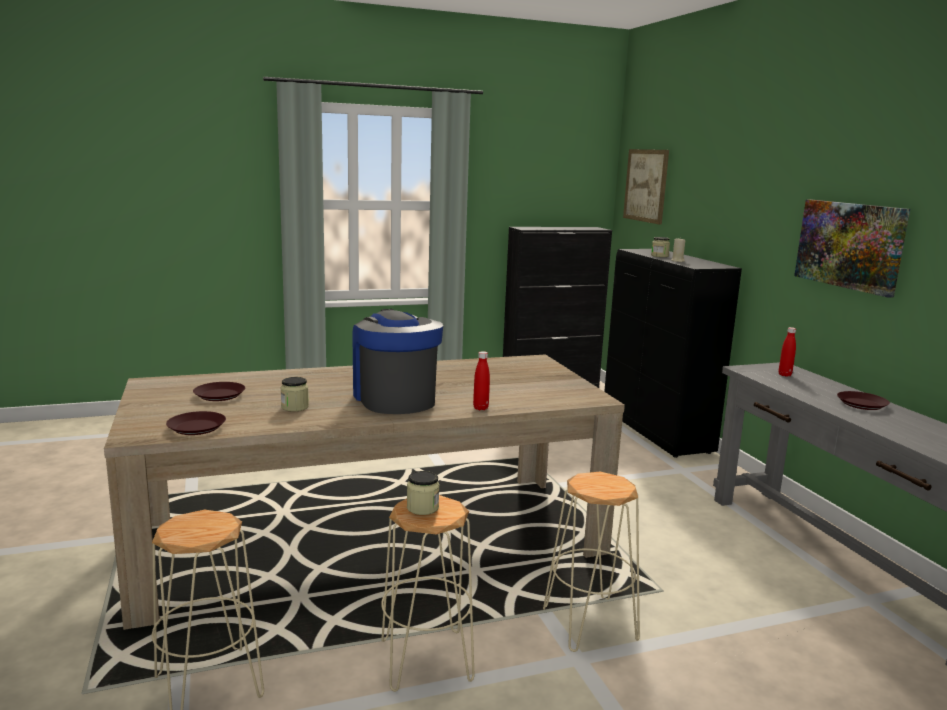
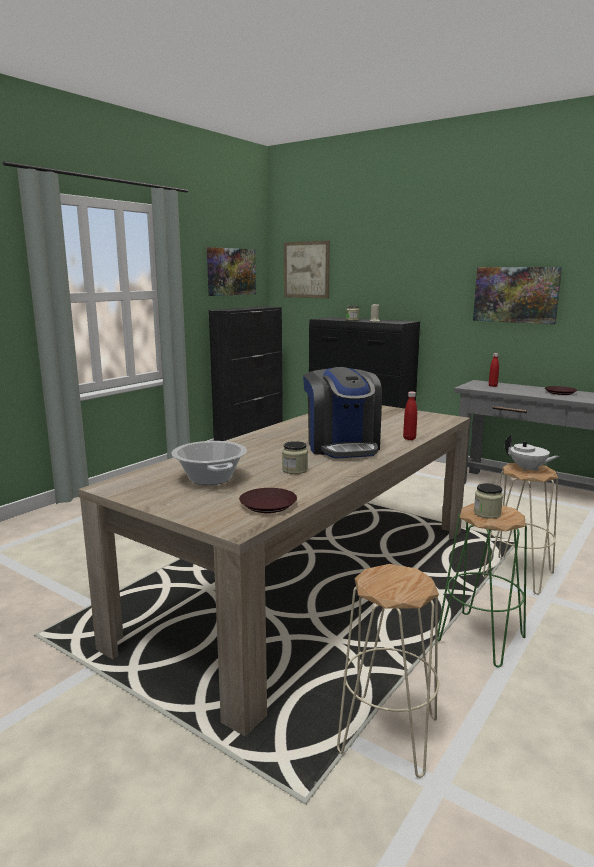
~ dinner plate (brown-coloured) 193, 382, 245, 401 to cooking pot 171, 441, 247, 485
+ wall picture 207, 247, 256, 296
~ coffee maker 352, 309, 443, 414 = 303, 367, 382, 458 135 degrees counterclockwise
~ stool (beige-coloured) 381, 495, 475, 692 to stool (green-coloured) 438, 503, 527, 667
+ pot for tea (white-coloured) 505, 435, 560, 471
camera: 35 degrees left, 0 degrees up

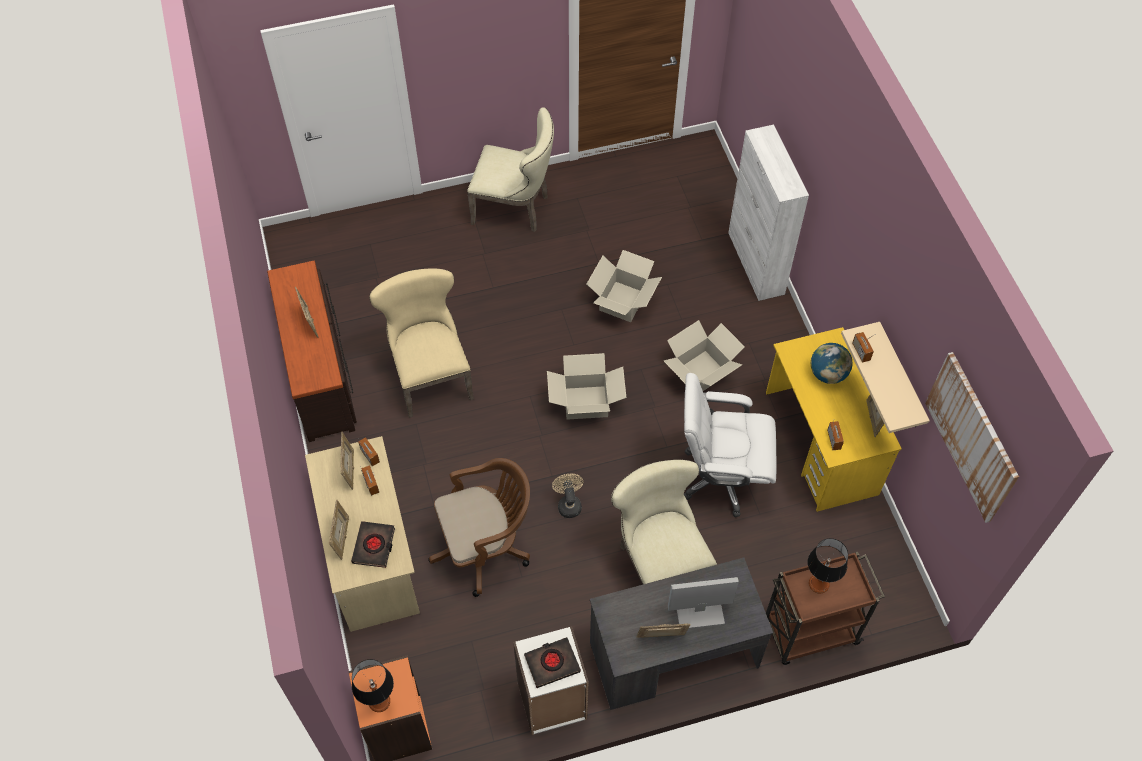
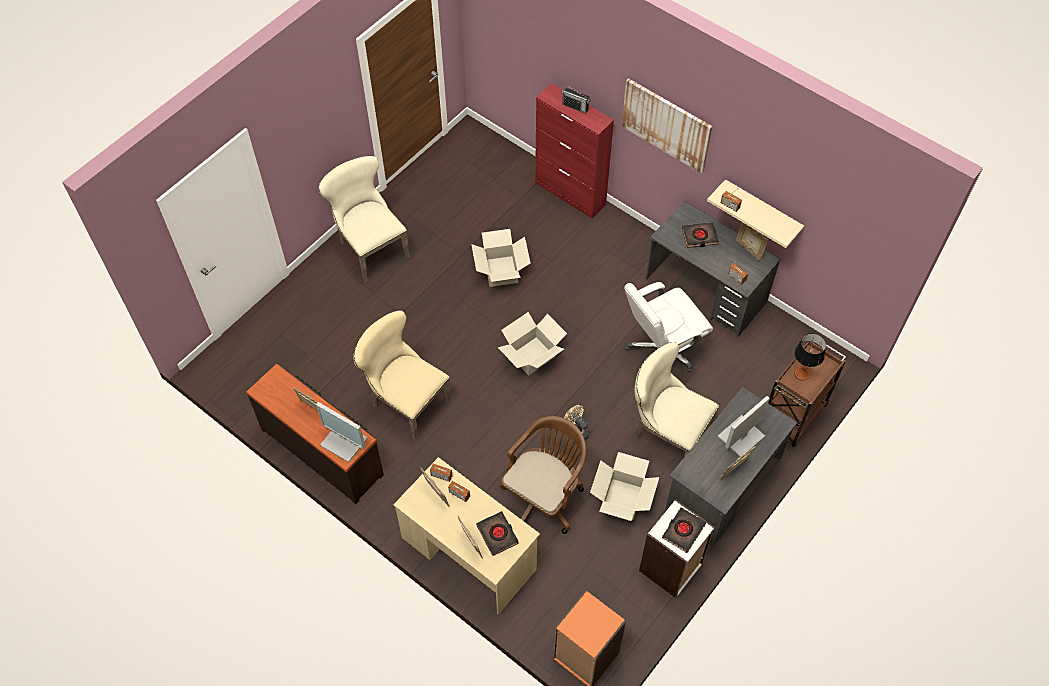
+ computer screen 316, 402, 368, 462
~ chair (beige-coloured) 467, 107, 554, 232 = 318, 156, 410, 282 105 degrees counterclockwise
~ cabinet (white-coloured) 728, 125, 809, 301 to cabinet (red) 535, 83, 614, 219
+ radio 561, 86, 591, 113
~ carton 664, 320, 745, 391 to 590, 452, 659, 521
~ wall picture 925, 352, 1019, 523 to 622, 78, 712, 174
~ desk table (yellowish) 766, 327, 902, 512 to desk table (greyish) 646, 201, 781, 337
~ desk globe 811, 343, 852, 384 to book (black) 682, 222, 719, 248
- tabletop lamp 352, 659, 394, 712
camera: 35 degrees left, 0 degrees up

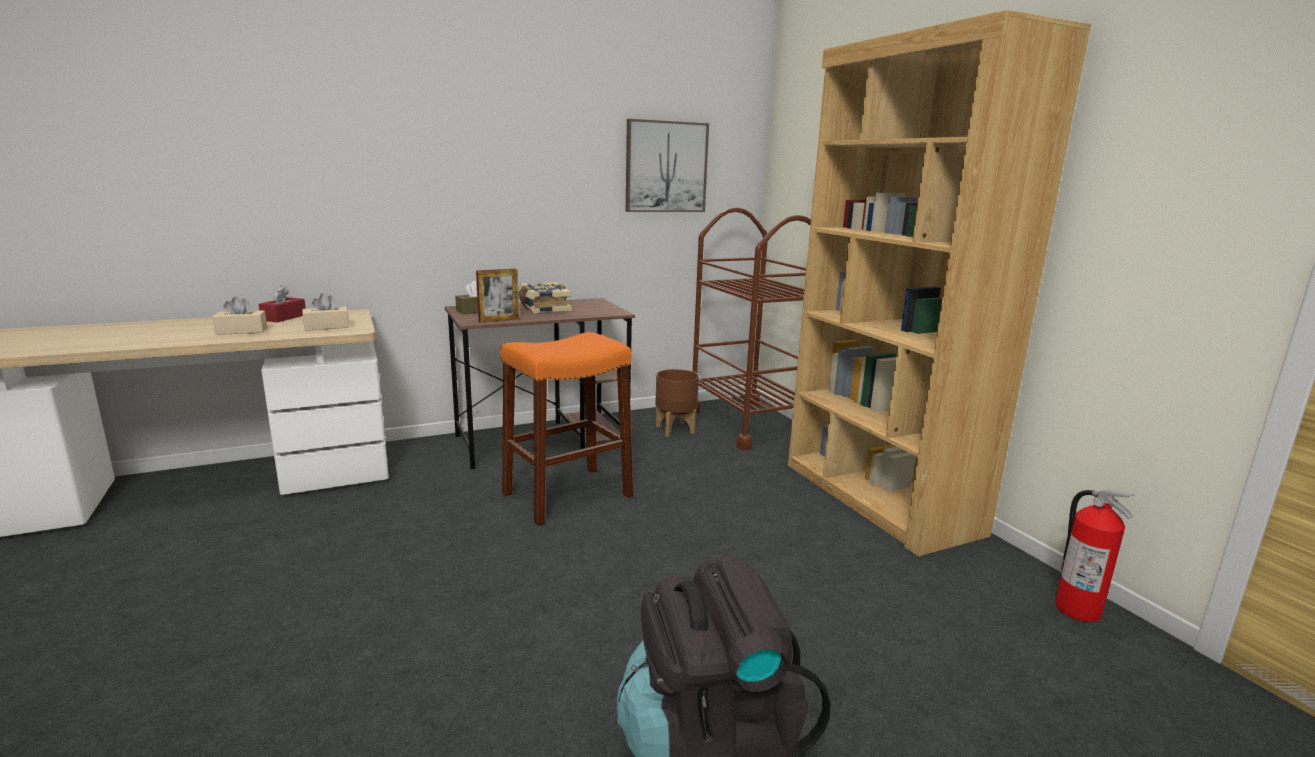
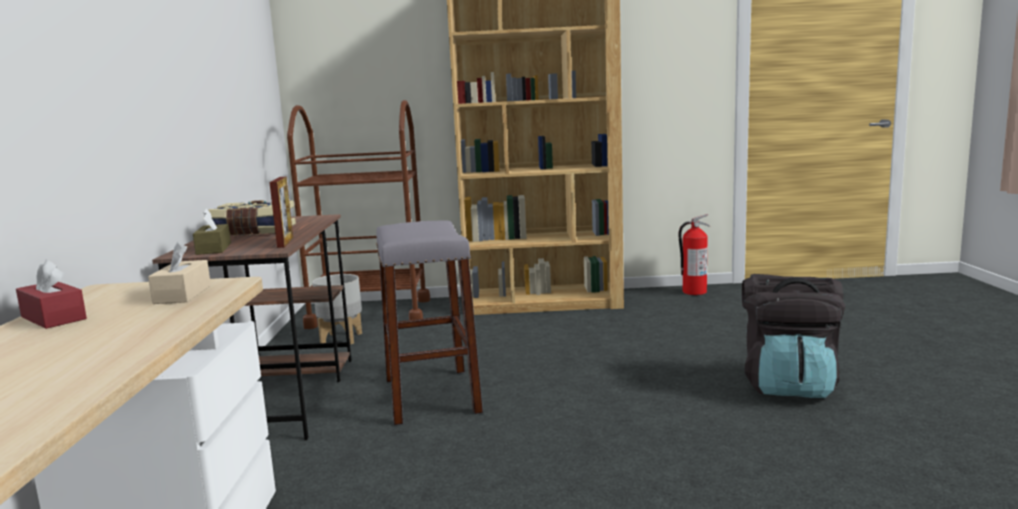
~ planter (brown-coloured) 655, 369, 699, 437 to planter (greyish) 312, 274, 362, 344
~ stool (orange) 501, 332, 633, 526 to stool (greyish) 376, 220, 483, 425
- box of tissues (beige-coloured) 212, 296, 267, 335
- wall picture 626, 119, 709, 212
camera: 65 degrees left, 5 degrees down

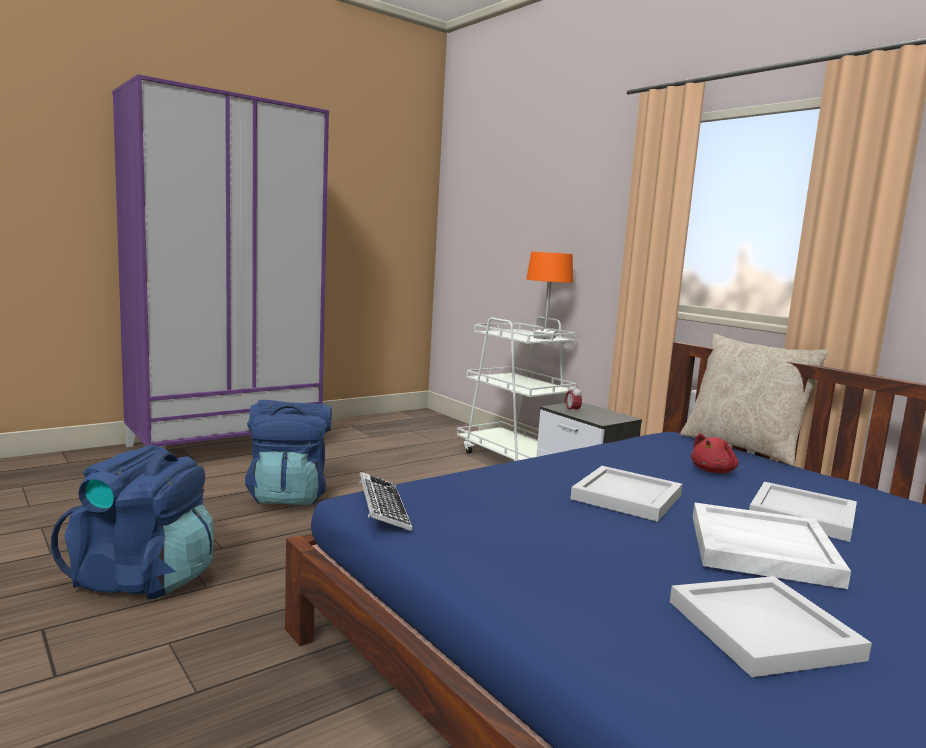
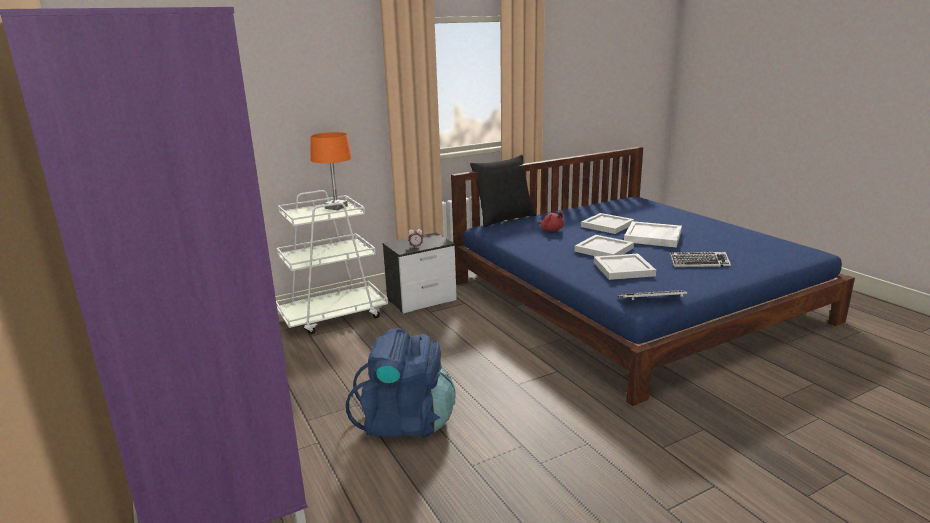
~ throw pillow (beige-coloured) 680, 334, 828, 466 to throw pillow (black) 470, 155, 536, 227
~ serving tray (white-coloured) 670, 576, 872, 677 to 594, 254, 656, 280
+ computer keyboard 670, 252, 731, 267
- backpack (blue-coloured) 51, 445, 214, 599
camera: 80 degrees left, 10 degrees up

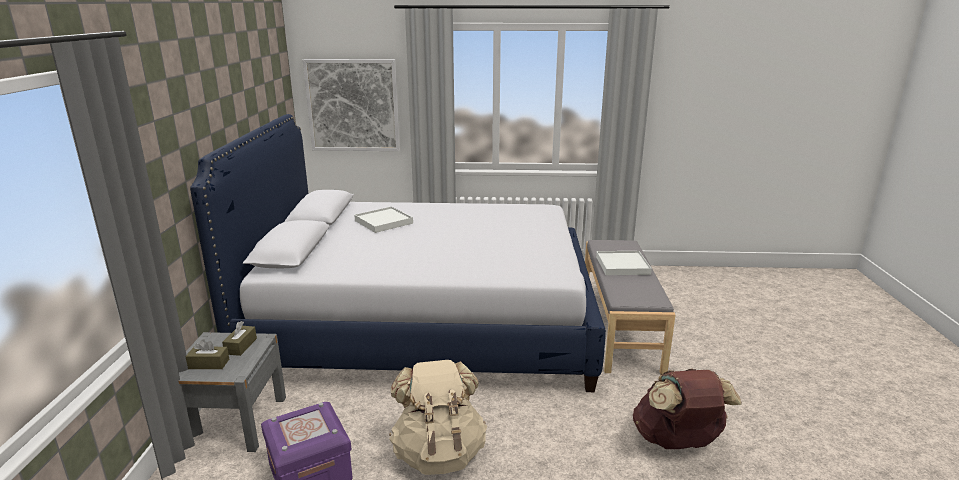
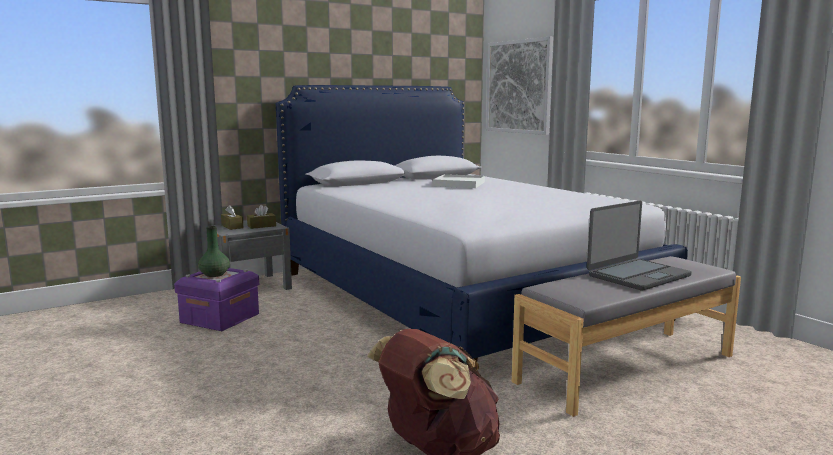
+ decorative vase (green-coloured) 198, 226, 230, 277
~ serving tray (white-coloured) 596, 251, 652, 275 to notebook computer 587, 201, 692, 291
- backpack (beige-coloured) 389, 360, 487, 475
camera: 55 degrees right, 10 degrees down

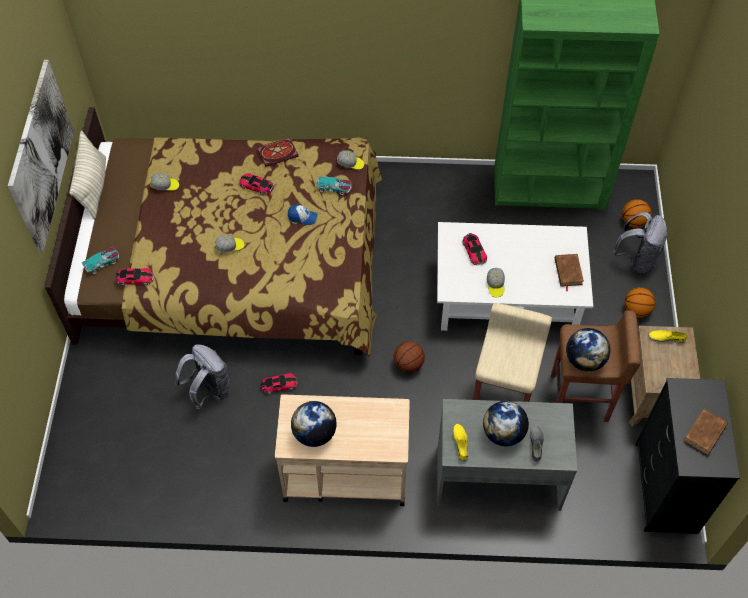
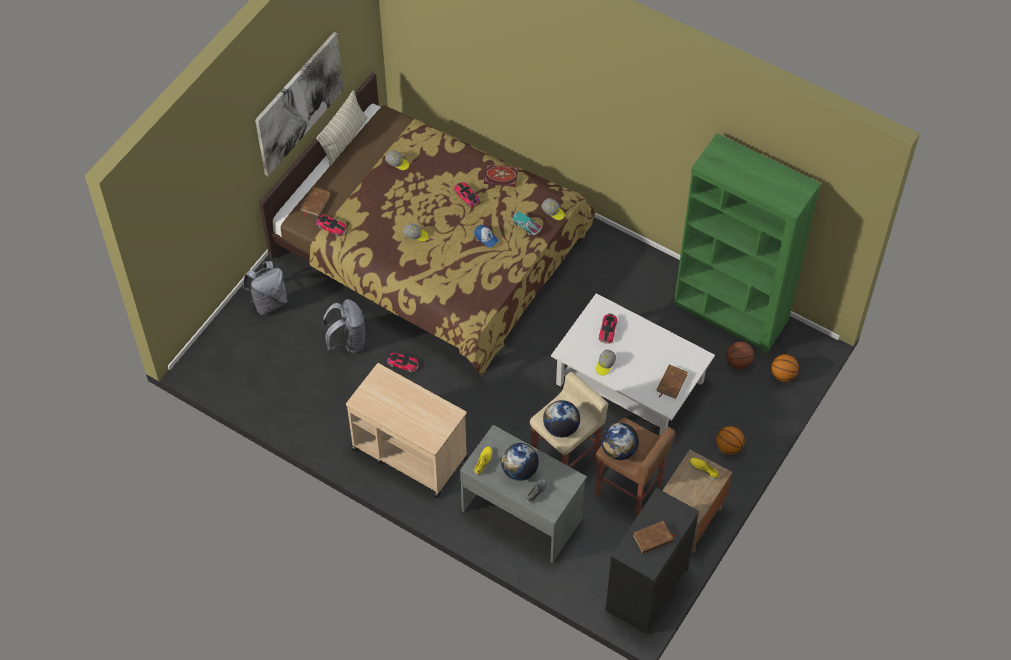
~ backpack (greyish) 613, 212, 668, 273 to 243, 261, 288, 315
~ miniature car 81, 247, 119, 274 to book (brown-coloured) 301, 186, 331, 217
~ desk globe 291, 401, 337, 447 to 543, 400, 580, 437
~ basketball 394, 341, 425, 373 to 726, 341, 754, 369
camera: 30 degrees right, 0 degrees up

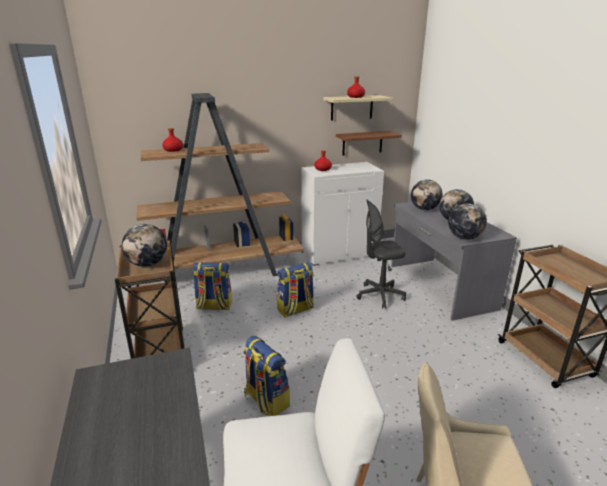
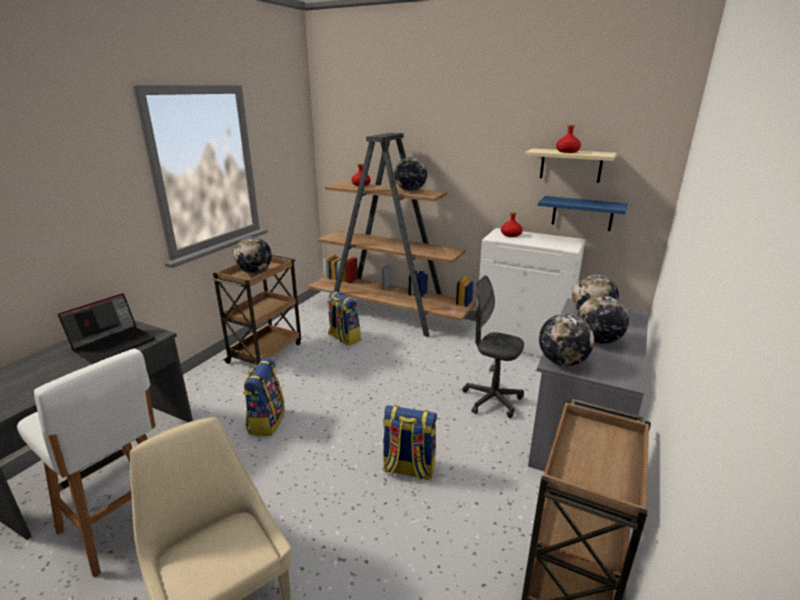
+ notebook computer 58, 293, 155, 364
~ backpack 277, 262, 314, 317 to 383, 405, 437, 480
+ desk globe 395, 157, 427, 191
~ wall shelf (brown-coloured) 336, 131, 402, 155 to wall shelf (blue-coloured) 538, 196, 628, 231
camera: 45 degrees right, 0 degrees up

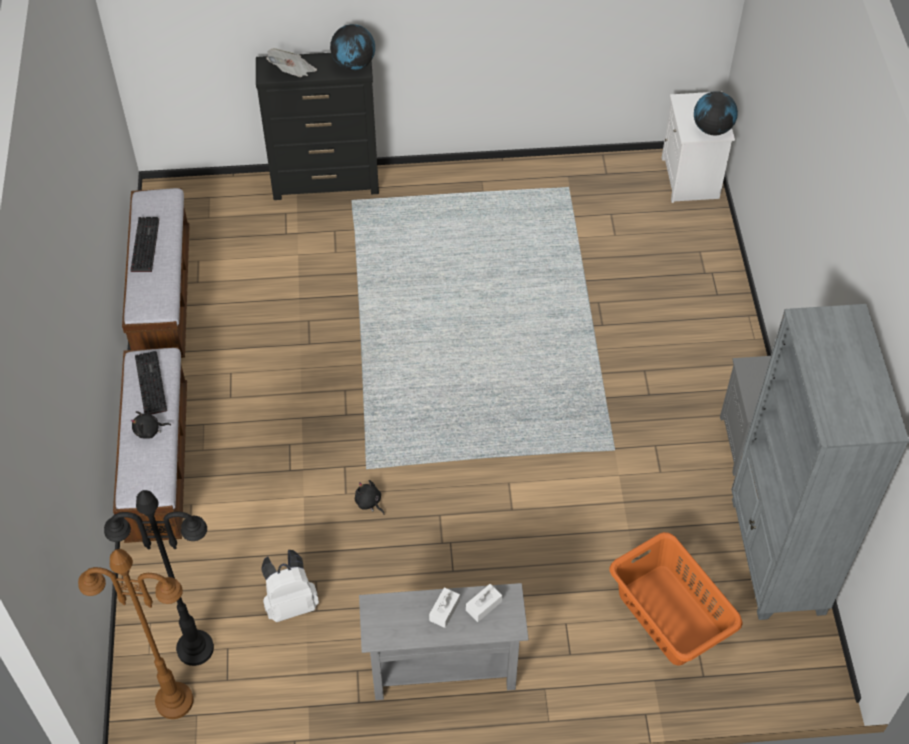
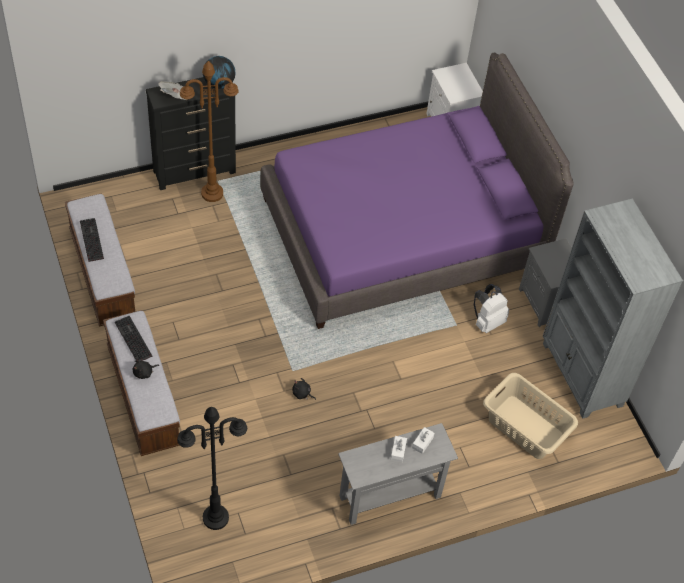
~ standing lamp (brown-coloured) 78, 549, 193, 719 to 180, 61, 239, 202
+ bed (purple) 260, 53, 574, 329
~ backpack (white-coloured) 262, 550, 319, 622 to 474, 284, 509, 333
~ laundry basket (orange) 609, 532, 742, 665 to laundry basket (beige-coloured) 483, 373, 578, 459
- desk globe 694, 91, 738, 135
camera: 20 degrees left, 0 degrees up

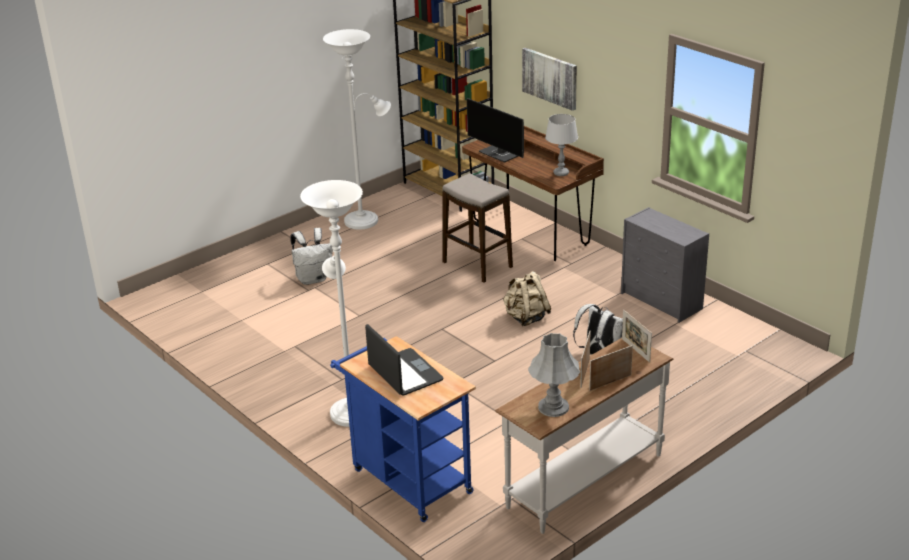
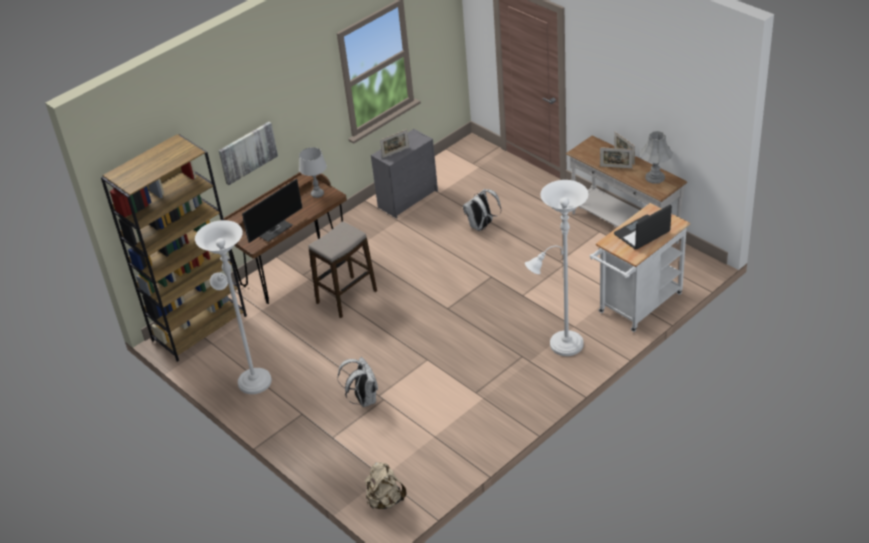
~ backpack (beige-coloured) 503, 271, 551, 326 to 365, 462, 406, 509
~ picture frame 622, 310, 652, 363 to 380, 129, 409, 158
~ trolley (blue-coloured) 330, 336, 476, 522 to trolley (white-coloured) 590, 203, 690, 332
camera: 90 degrees left, 10 degrees up

